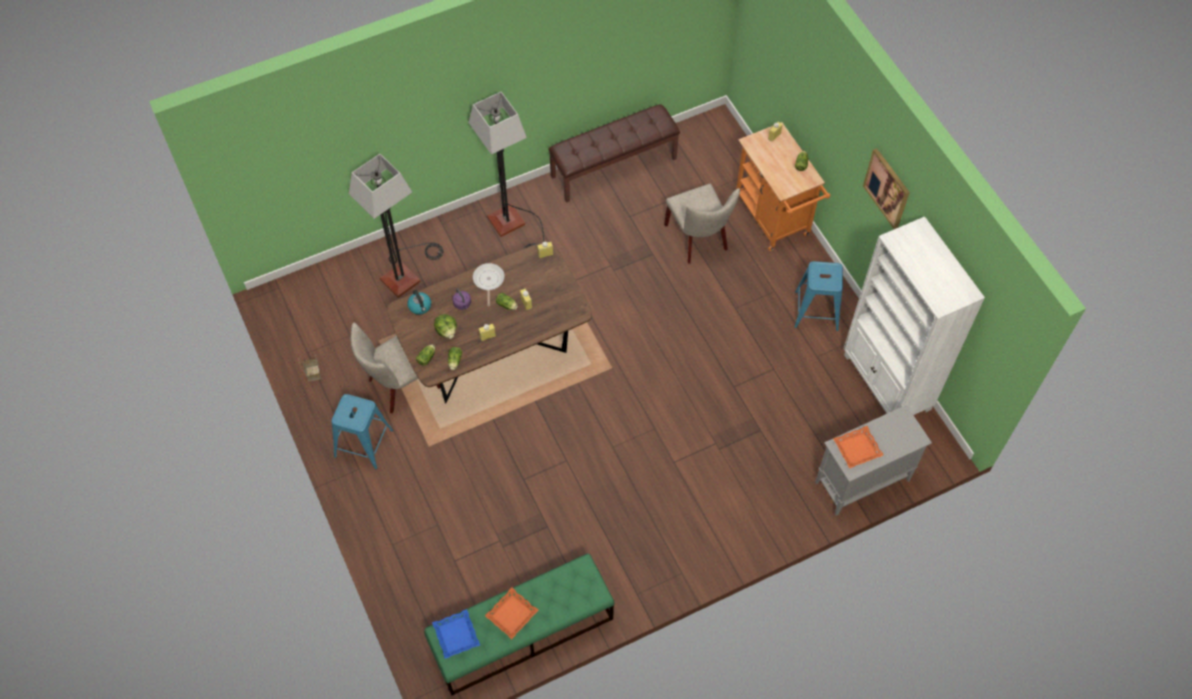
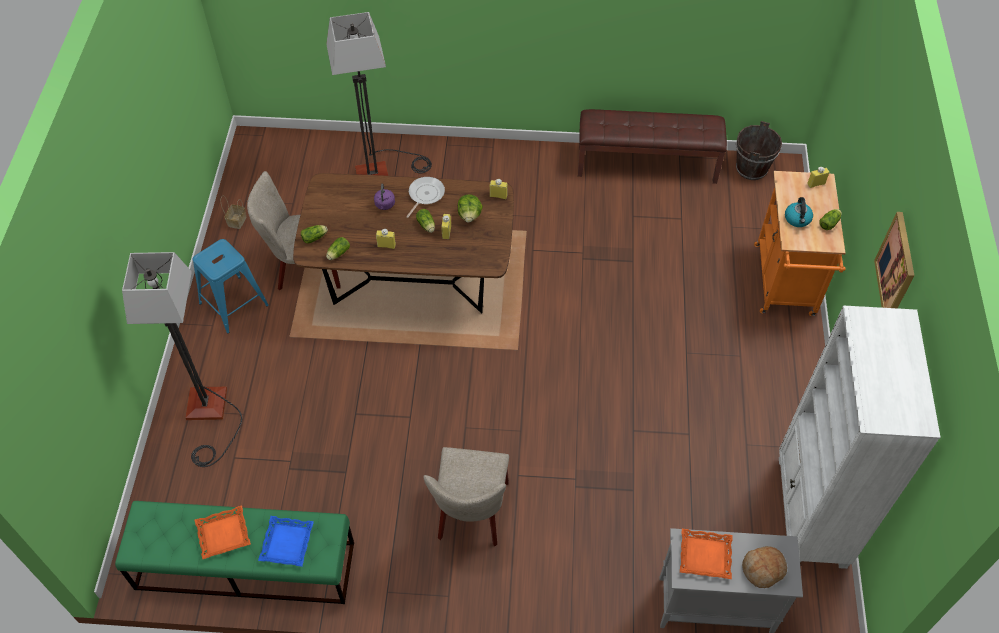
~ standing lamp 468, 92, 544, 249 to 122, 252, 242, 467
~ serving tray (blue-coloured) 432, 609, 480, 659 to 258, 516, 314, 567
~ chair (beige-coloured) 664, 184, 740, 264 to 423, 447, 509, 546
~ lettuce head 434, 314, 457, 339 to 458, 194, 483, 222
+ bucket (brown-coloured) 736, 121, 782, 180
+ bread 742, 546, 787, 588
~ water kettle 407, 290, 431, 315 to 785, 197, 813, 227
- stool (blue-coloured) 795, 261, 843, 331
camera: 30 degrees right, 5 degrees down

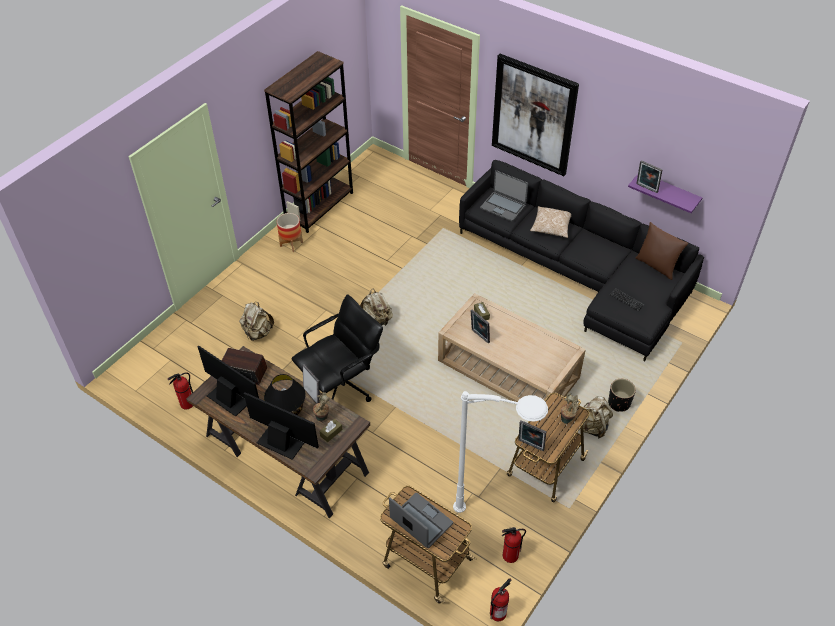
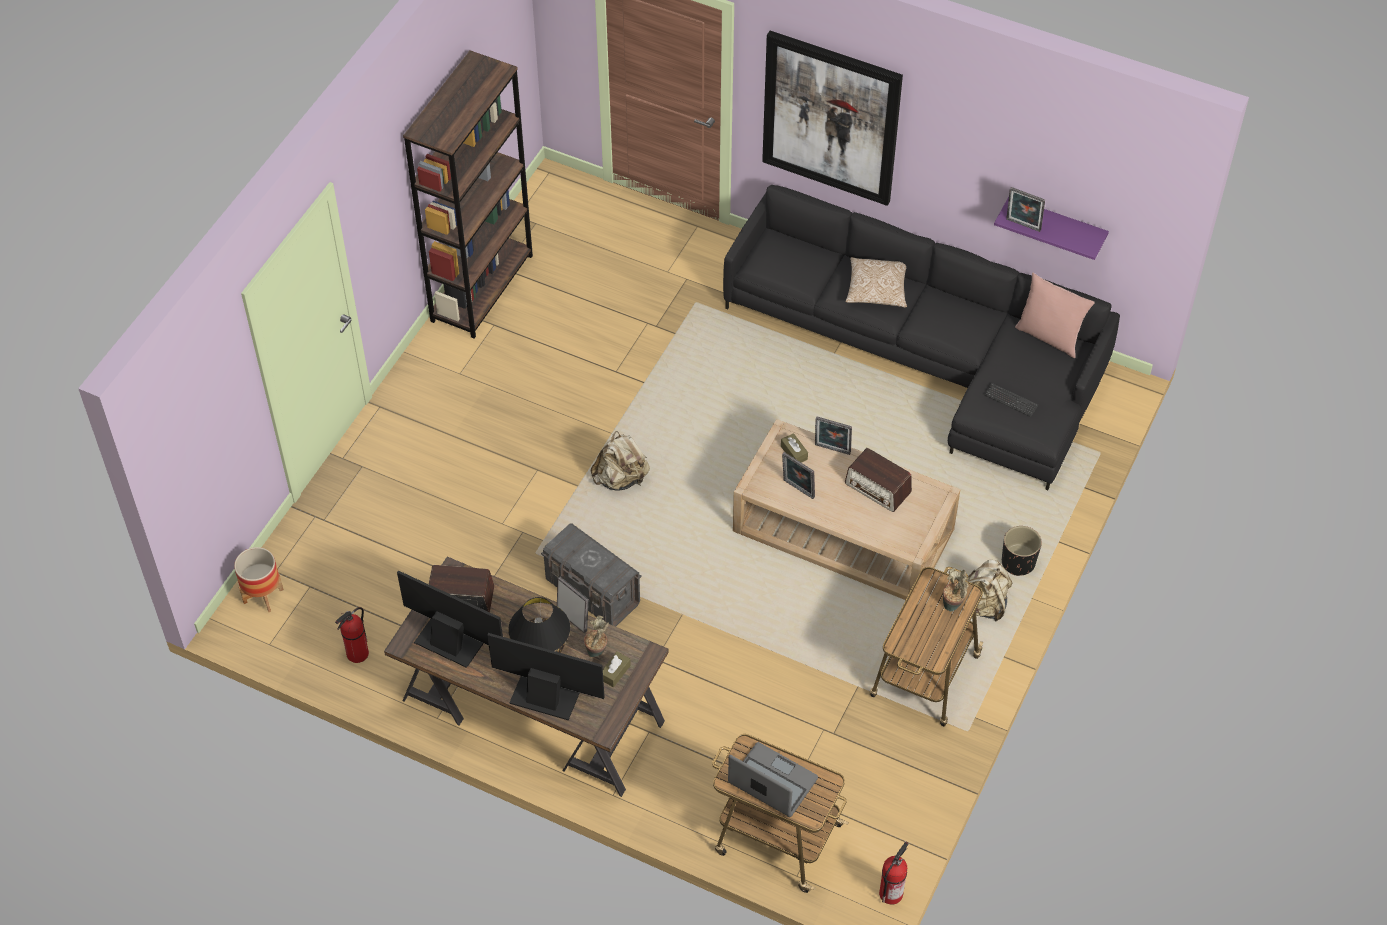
~ planter 277, 213, 303, 252 to 234, 547, 284, 612
~ computer chair (black) 292, 295, 383, 402 to storage container (greyish) 541, 523, 642, 627
~ picture frame 519, 420, 546, 451 to 815, 416, 852, 455
+ radio 845, 448, 912, 512
~ throw pillow (brown-coloured) 636, 222, 688, 280 to throw pillow (pinkish) 1015, 273, 1095, 358
- backpack (beige-coloured) 239, 302, 274, 341
- standing lamp (white-coloured) 453, 391, 548, 513
- notebook computer 480, 170, 528, 222
- fire-fighting cylinder 502, 527, 526, 563
camera: 10 degrees left, 5 degrees up

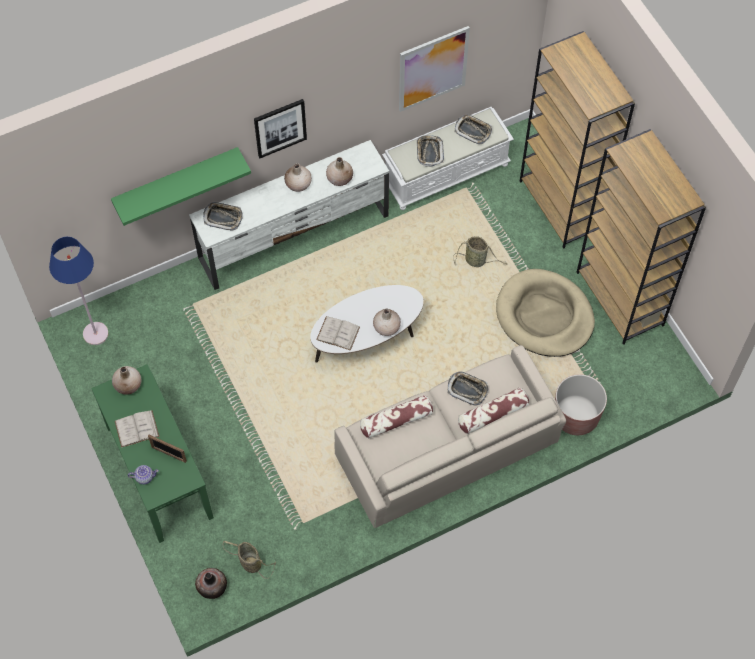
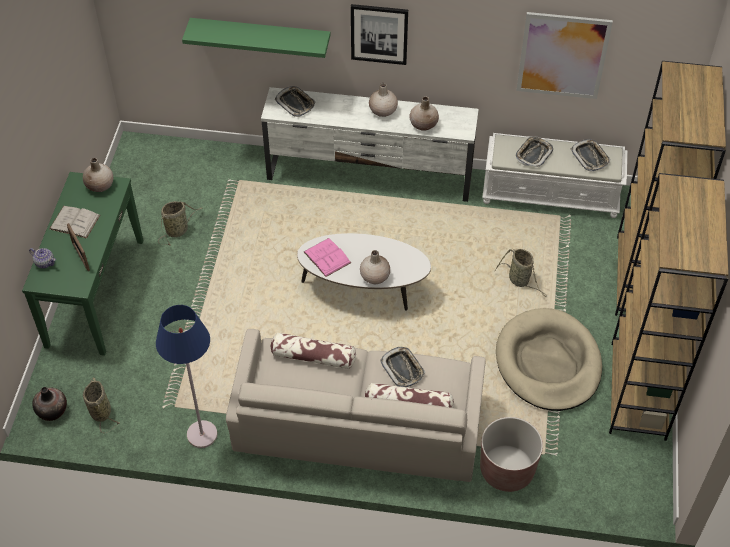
~ standing lamp (blue-coloured) 49, 237, 109, 345 to 156, 305, 217, 448
+ basket 158, 201, 202, 246
~ book (white-coloured) 316, 316, 360, 351 to book (pinkish) 304, 238, 351, 277
camera: 35 degrees right, 10 degrees down

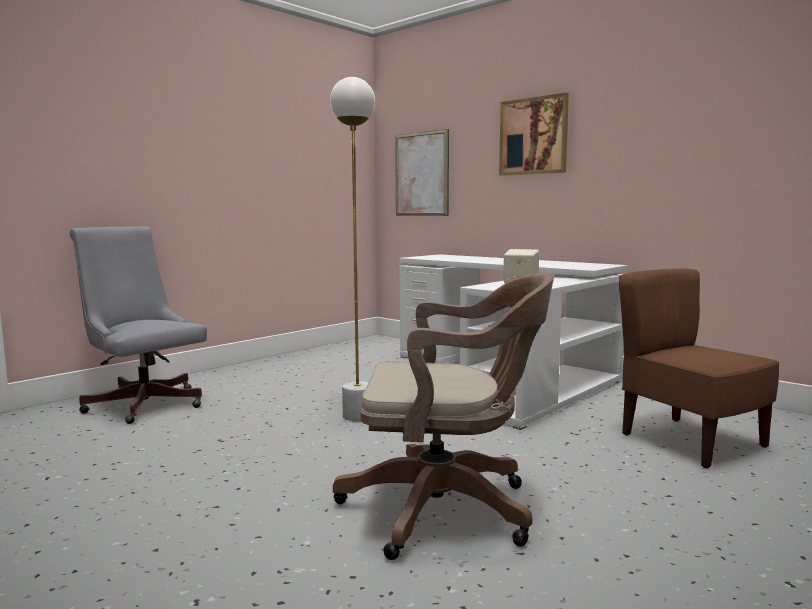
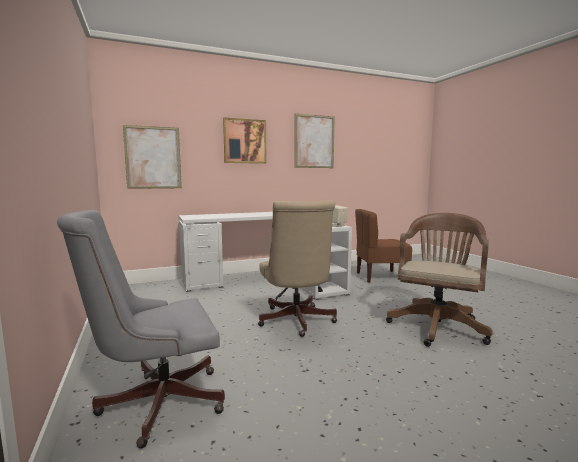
~ standing lamp (white-coloured) 330, 77, 375, 421 to computer chair (beige-coloured) 258, 200, 337, 337
+ wall picture 295, 114, 335, 168
camera: 65 degrees left, 0 degrees up

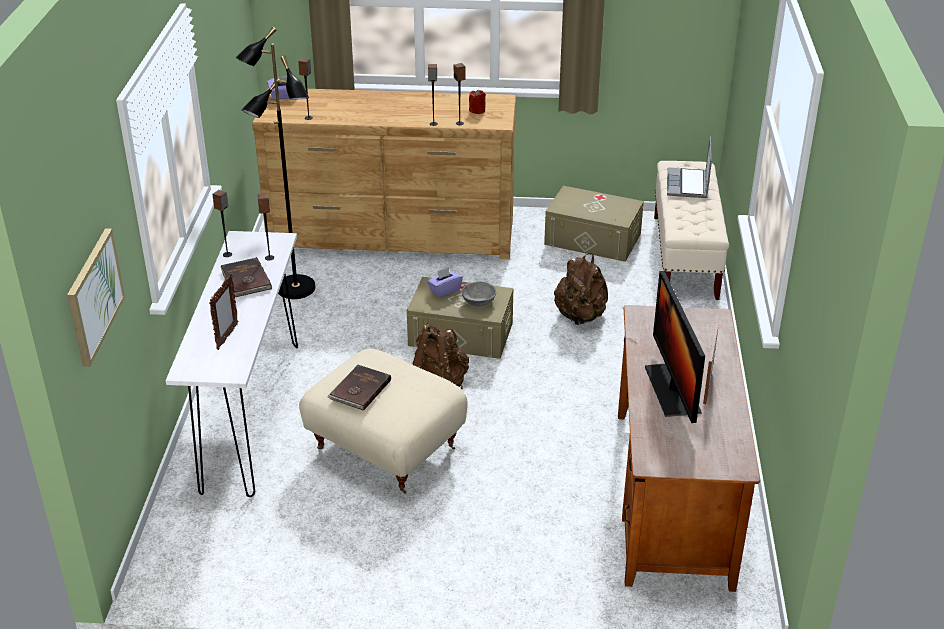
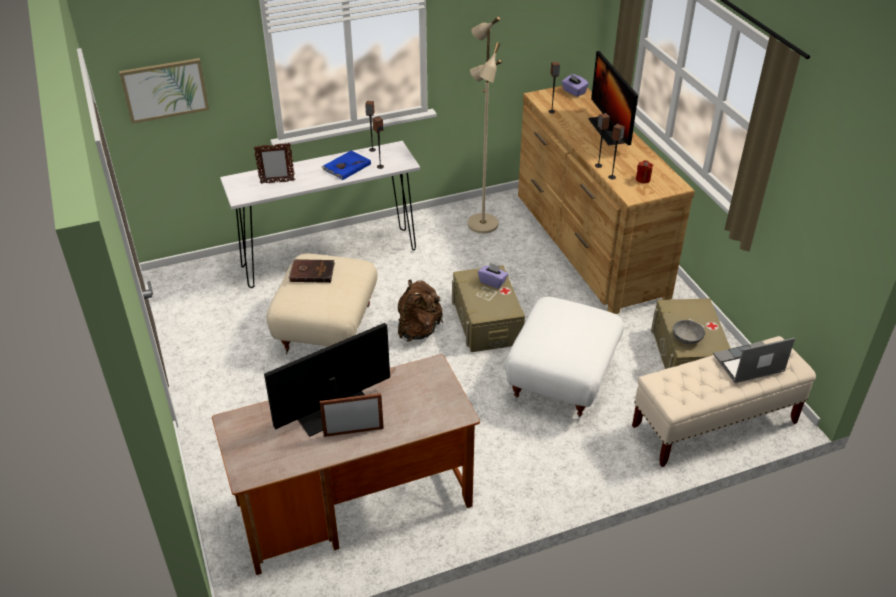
~ book (brown-coloured) 220, 257, 272, 297 to book (blue-coloured) 322, 150, 371, 180
~ standing lamp (black) 236, 27, 315, 299 to standing lamp (beige-coloured) 468, 16, 502, 234
~ backpack (brown-coloured) 554, 254, 608, 325 to footrest (white-coloured) 505, 297, 624, 421
+ computer screen 589, 51, 638, 146
~ bowl (greyish) 462, 282, 496, 307 to 673, 320, 705, 344
camera: 65 degrees right, 5 degrees up

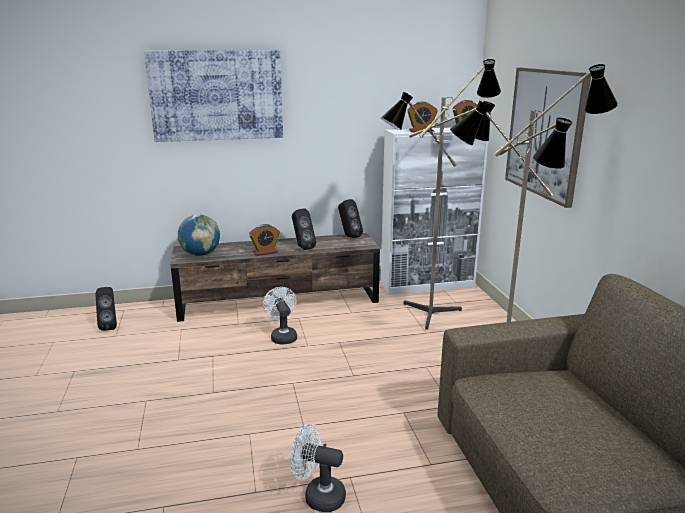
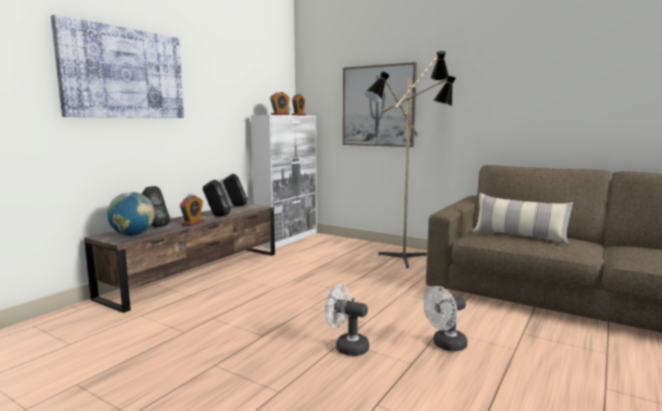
~ loudspeaker (black) 96, 287, 117, 331 to 141, 186, 170, 227
~ cooling fan (white-coloured) 263, 287, 297, 345 to 325, 284, 369, 356
+ throw pillow 473, 193, 574, 244
- standing lamp 381, 59, 501, 330
camera: 45 degrees left, 10 degrees down

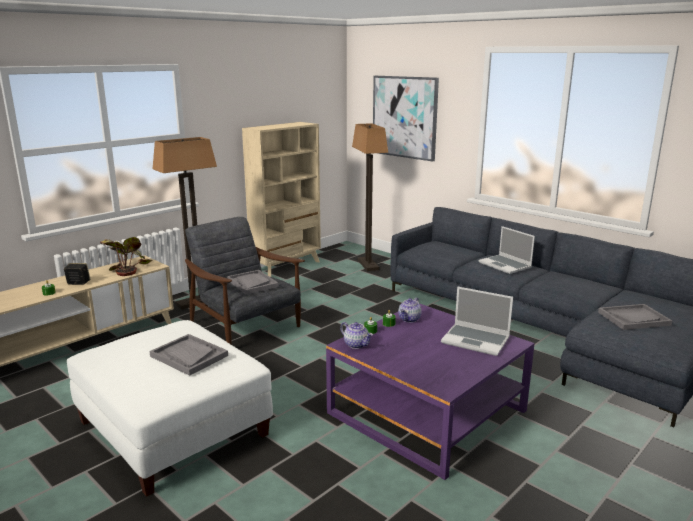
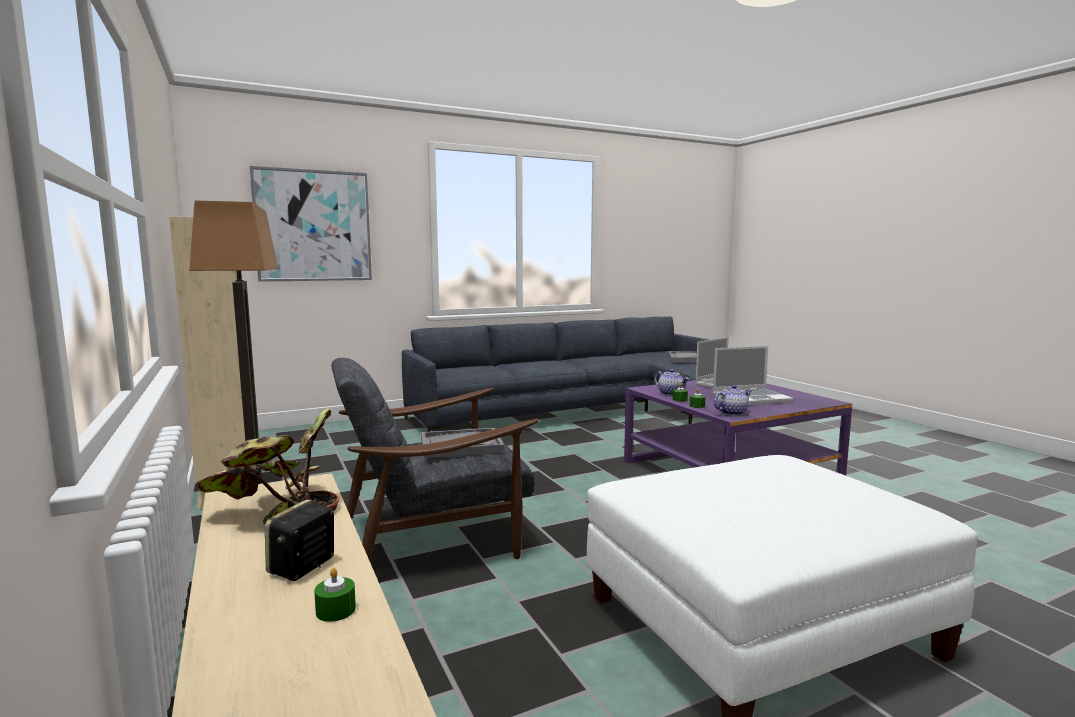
~ notebook computer 478, 226, 535, 274 to 712, 346, 793, 405
- serving tray (greyish) 149, 334, 228, 376
- standing lamp 352, 123, 388, 271
camera: 70 degrees left, 10 degrees down

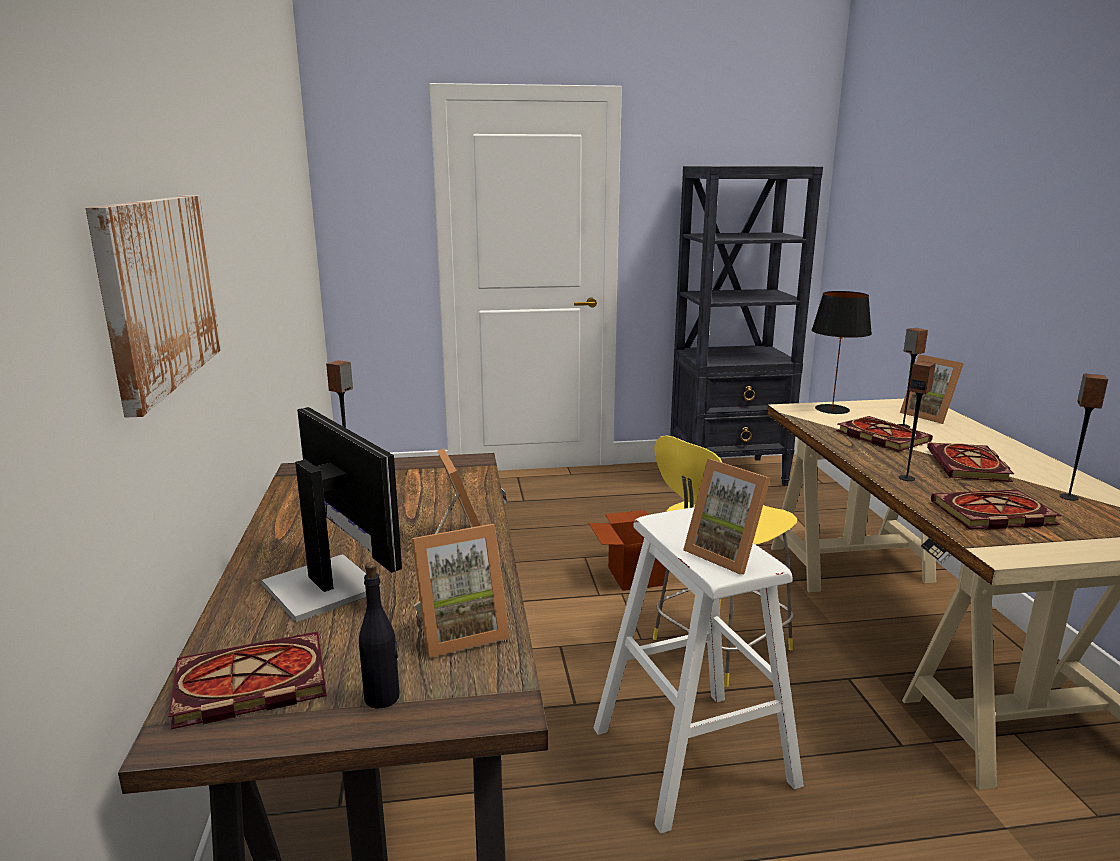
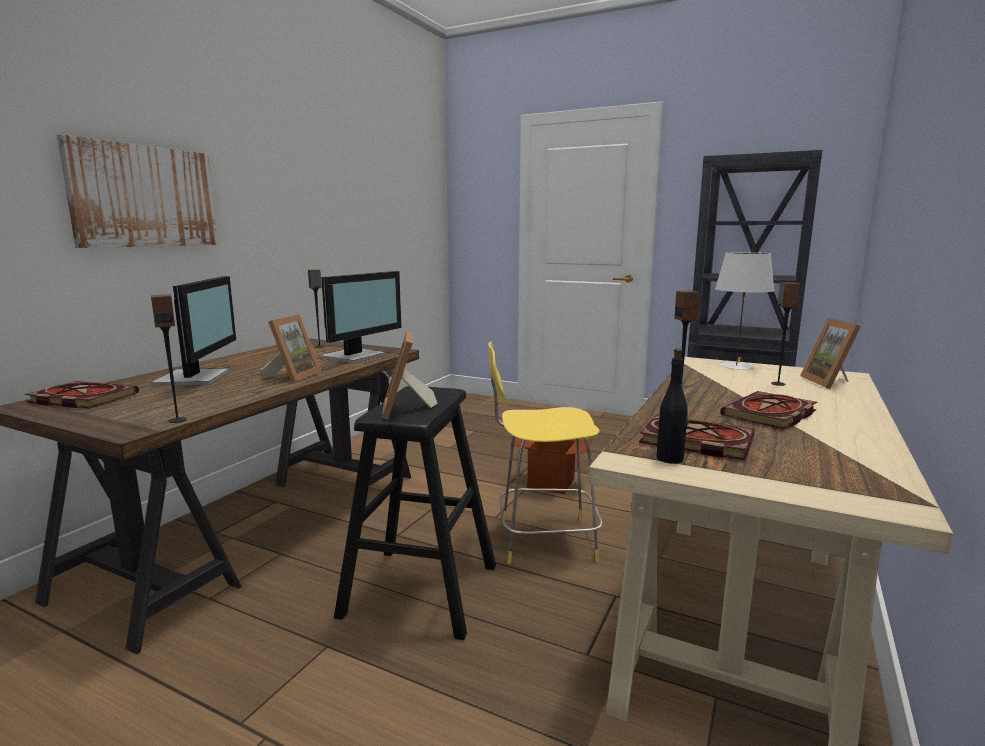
~ loudspeaker 1059, 373, 1108, 501 to 151, 294, 187, 423
+ computer screen 320, 271, 401, 364
~ stool (white-coloured) 593, 507, 804, 834 to stool (black) 334, 386, 496, 640
~ bottle (black) 359, 562, 400, 709 to 657, 348, 688, 464
~ tabletop lamp (black) 812, 291, 872, 414 to tabletop lamp (white-coloured) 715, 252, 775, 370
- picture frame 412, 524, 510, 658
- book 836, 416, 933, 452
camera: 35 degrees right, 5 degrees down

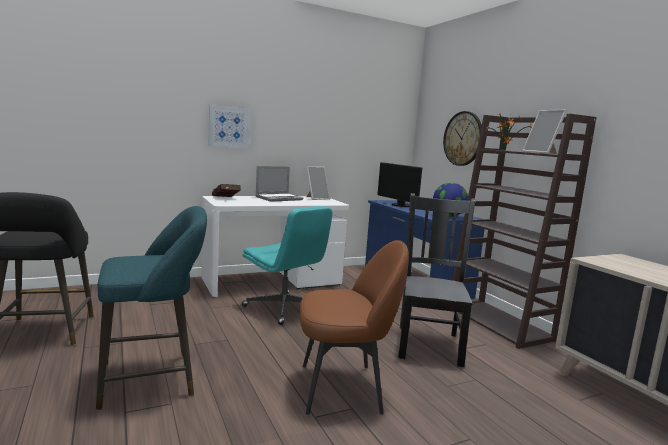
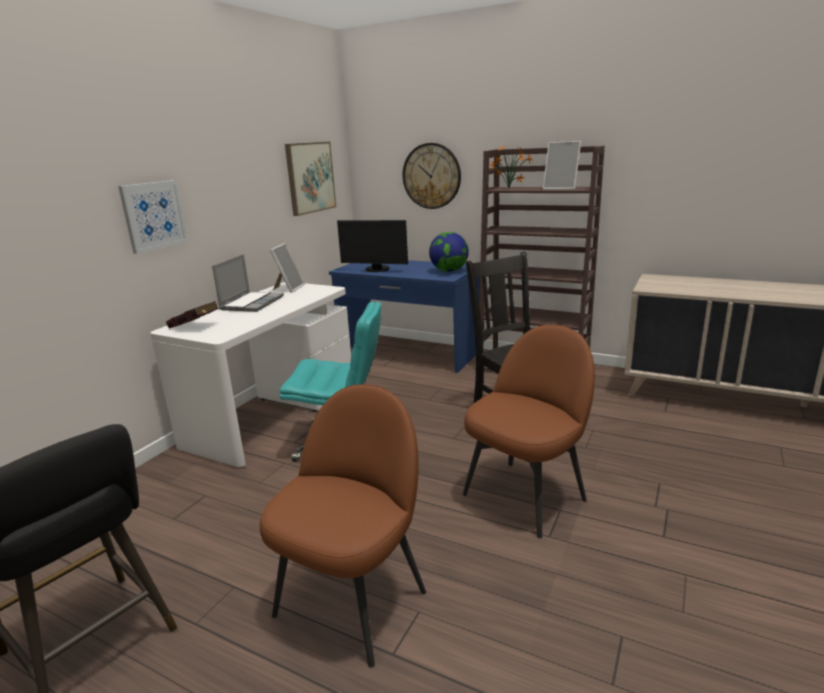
~ stool (turquoise-coloured) 96, 206, 207, 411 to chair (brown-coloured) 260, 384, 426, 668
+ wall picture 285, 142, 336, 216
camera: 35 degrees left, 10 degrees up

